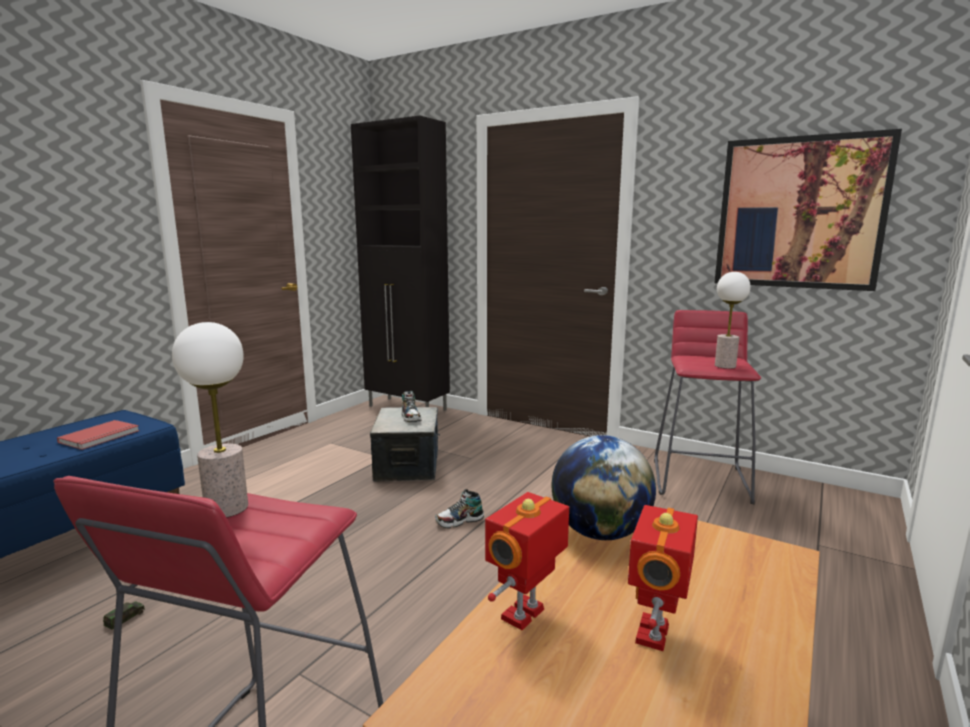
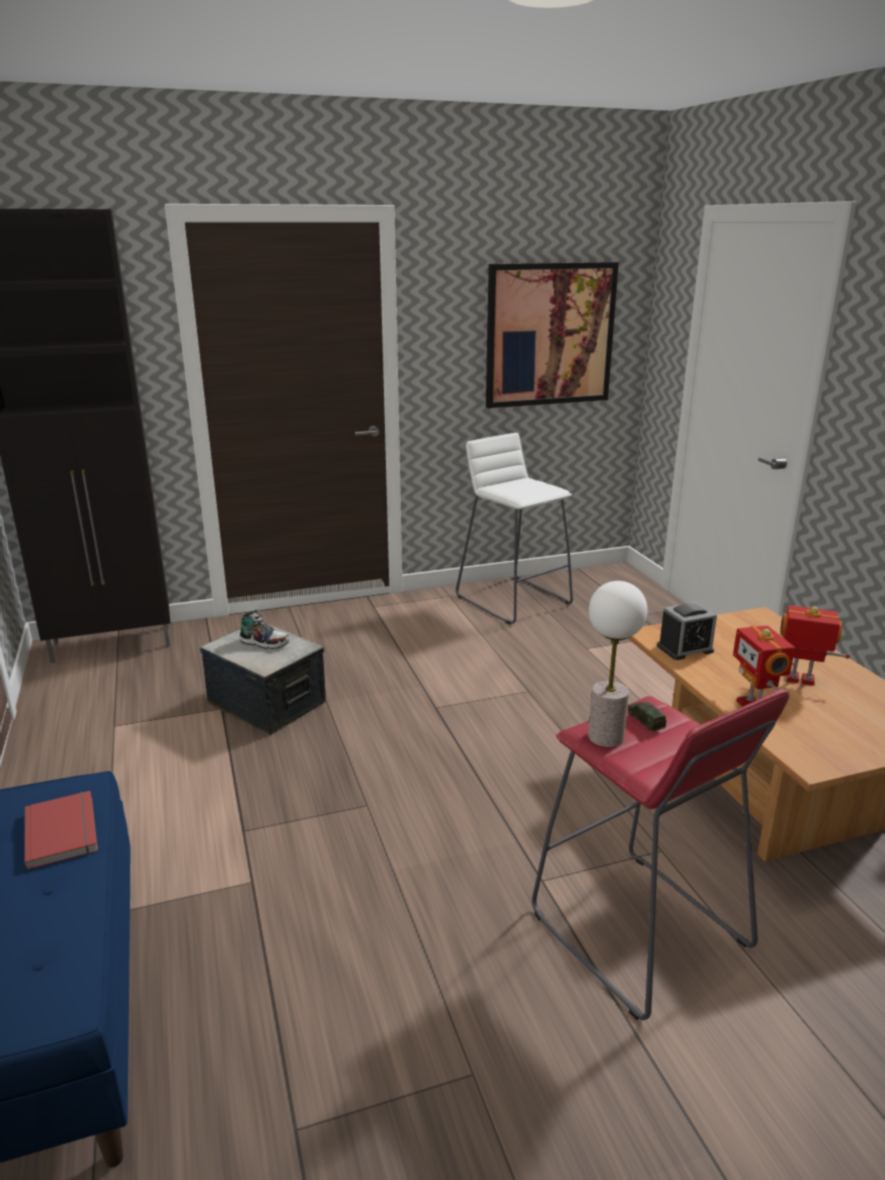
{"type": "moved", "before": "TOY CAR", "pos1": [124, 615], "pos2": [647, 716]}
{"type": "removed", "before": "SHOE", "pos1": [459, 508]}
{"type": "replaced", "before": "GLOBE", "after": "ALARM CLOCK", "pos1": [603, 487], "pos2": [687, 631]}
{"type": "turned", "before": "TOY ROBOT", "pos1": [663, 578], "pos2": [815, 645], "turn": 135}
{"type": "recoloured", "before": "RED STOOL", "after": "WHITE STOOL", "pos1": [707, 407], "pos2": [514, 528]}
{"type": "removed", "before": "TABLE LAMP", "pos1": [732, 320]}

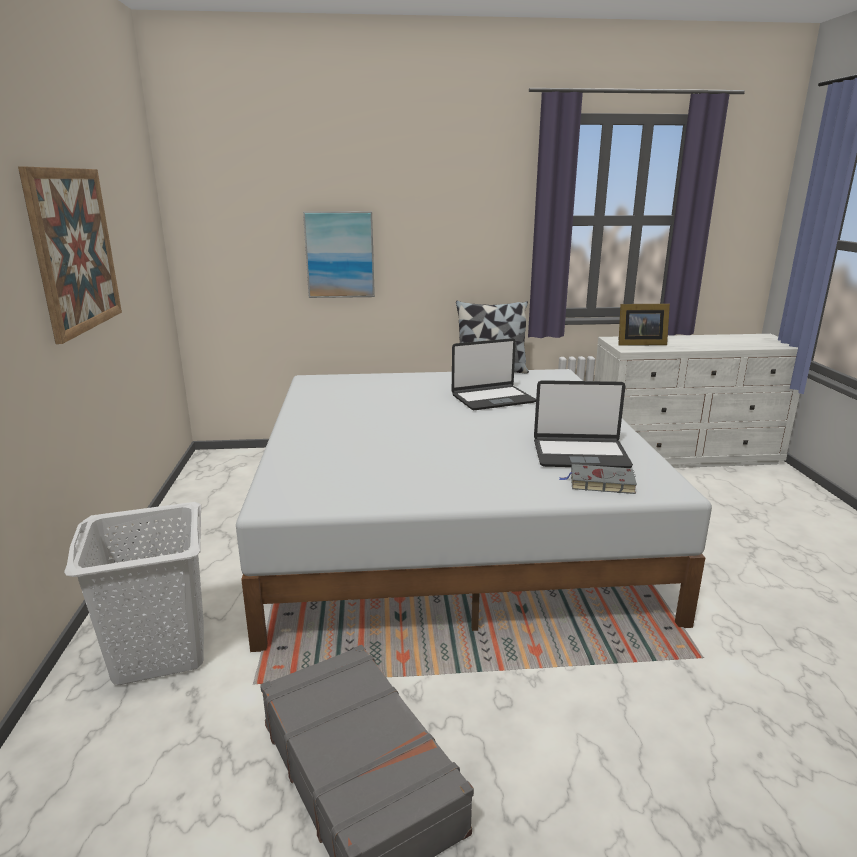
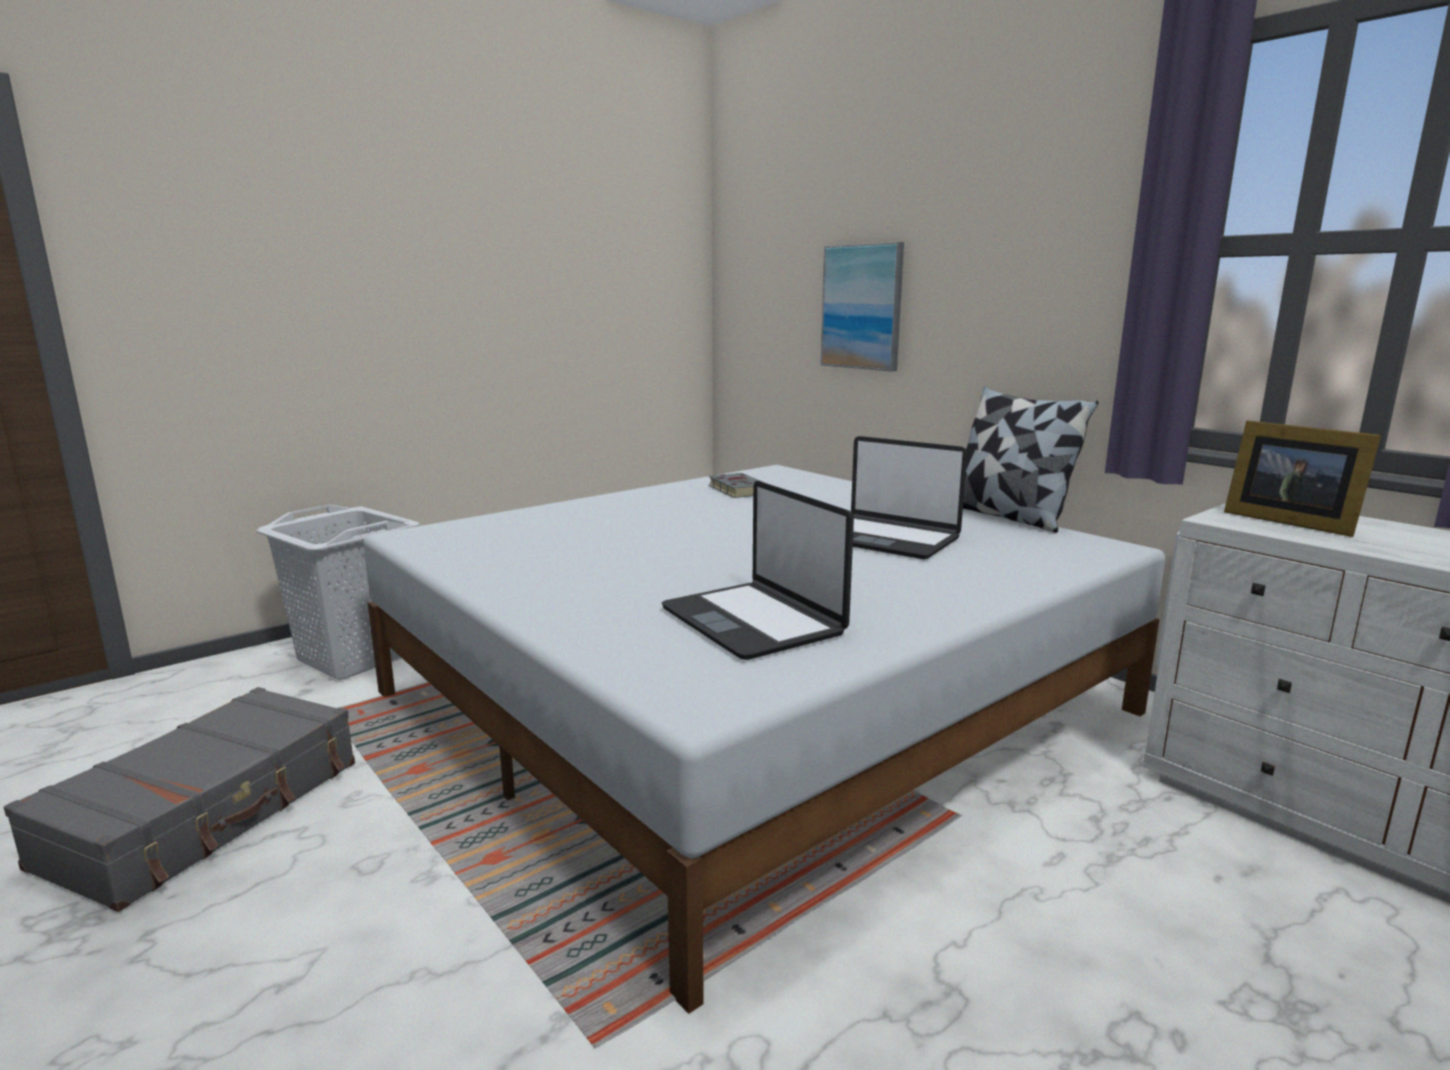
{"type": "removed", "before": "PICTURE", "pos1": [70, 255]}
{"type": "moved", "before": "GREY BOOK", "pos1": [598, 479], "pos2": [735, 485]}

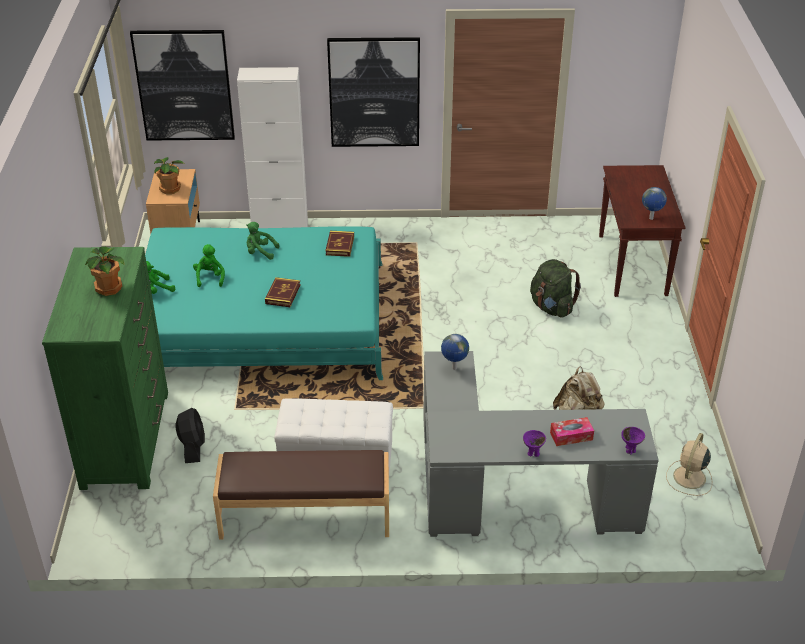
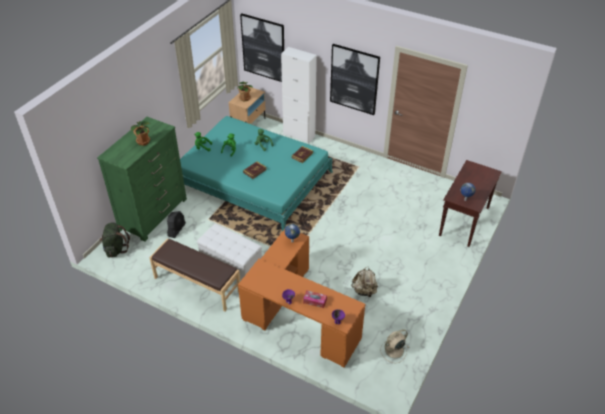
{"type": "recoloured", "before": "GREY DESK", "after": "ORANGE DESK", "pos1": [541, 444], "pos2": [301, 298]}
{"type": "moved", "before": "GREEN BACKPACK", "pos1": [555, 288], "pos2": [114, 240]}

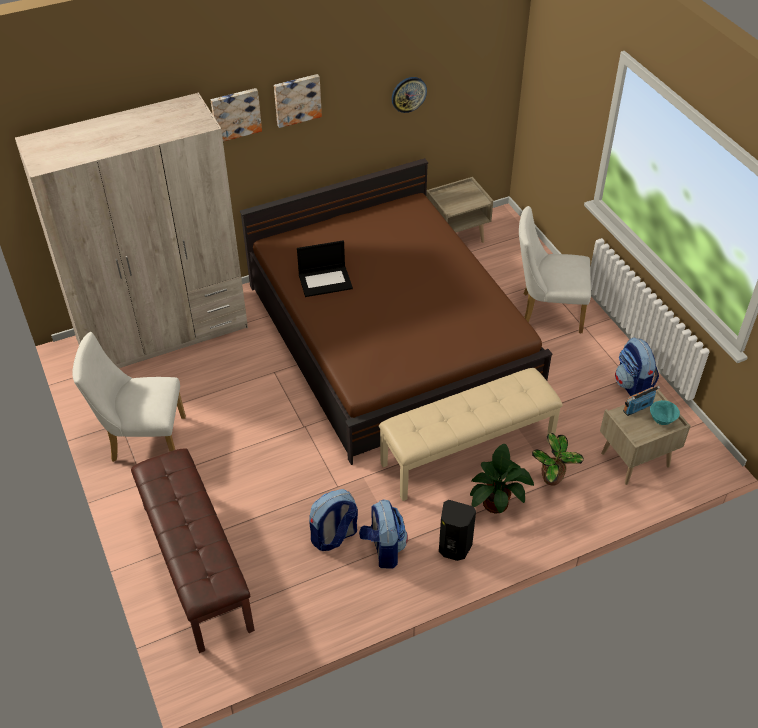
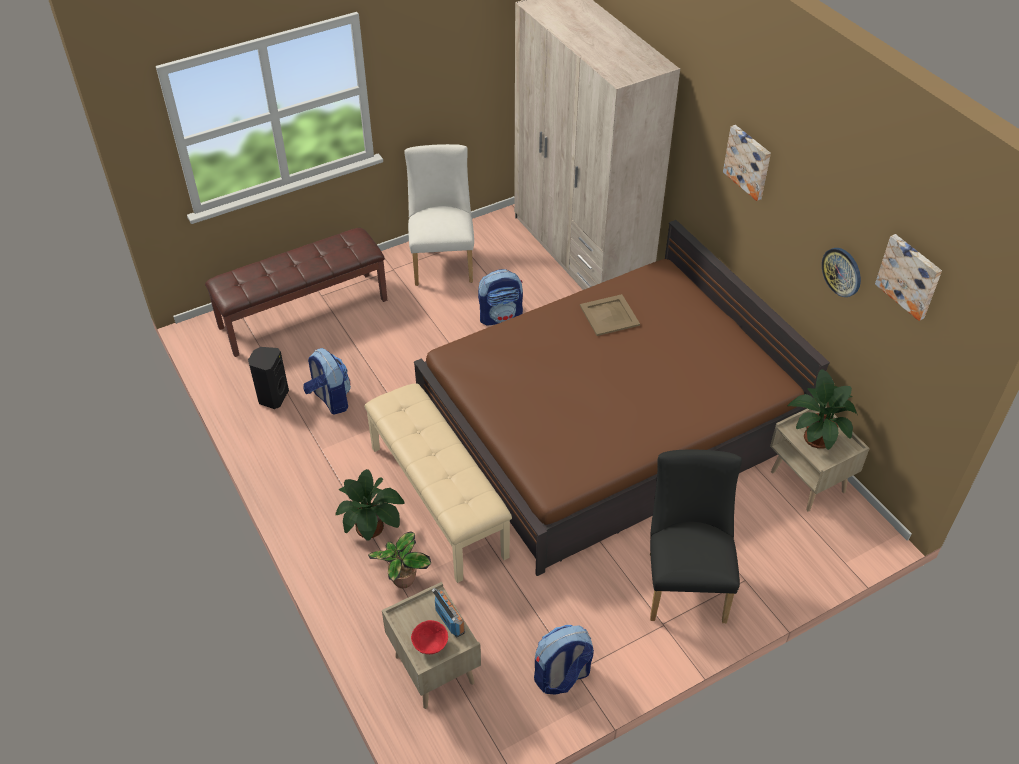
{"type": "moved", "before": "PICTURE", "pos1": [236, 115], "pos2": [908, 277]}
{"type": "replaced", "before": "LAPTOP", "after": "BEIGE TRAY", "pos1": [325, 268], "pos2": [610, 315]}
{"type": "moved", "before": "BACKPACK", "pos1": [383, 534], "pos2": [500, 297]}
{"type": "moved", "before": "BLACK SPEAKER", "pos1": [457, 530], "pos2": [268, 378]}
{"type": "recoloured", "before": "WHITE CHAIR", "after": "BLACK CHAIR", "pos1": [555, 269], "pos2": [696, 536]}
{"type": "recoloured", "before": "TURQUOISE BOWL", "after": "RED BOWL", "pos1": [665, 412], "pos2": [429, 637]}
{"type": "added", "after": "POTTED PLANT", "pos2": [823, 409]}

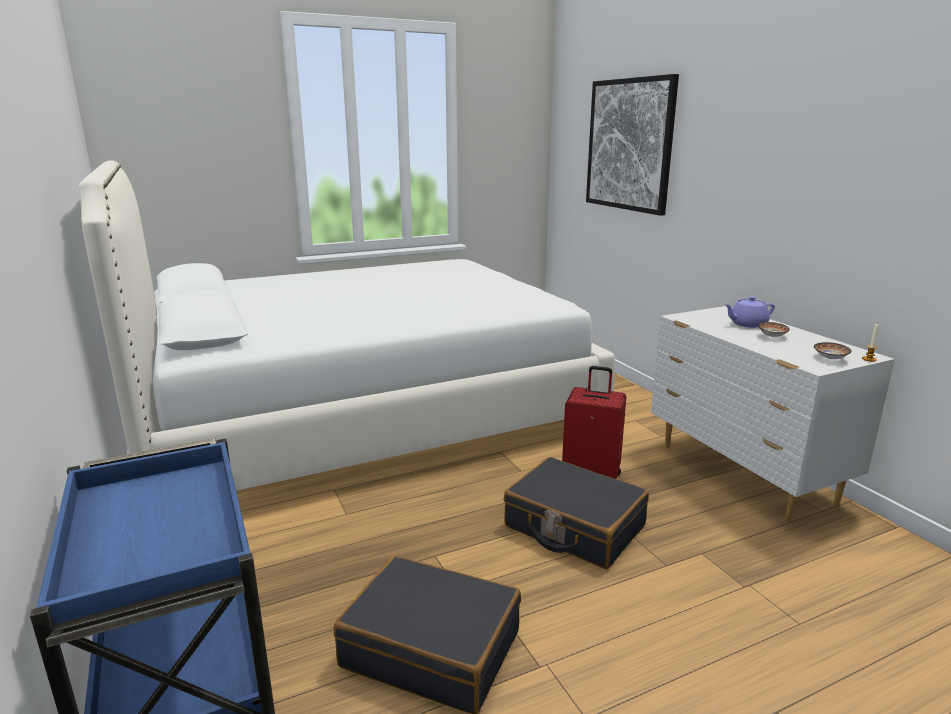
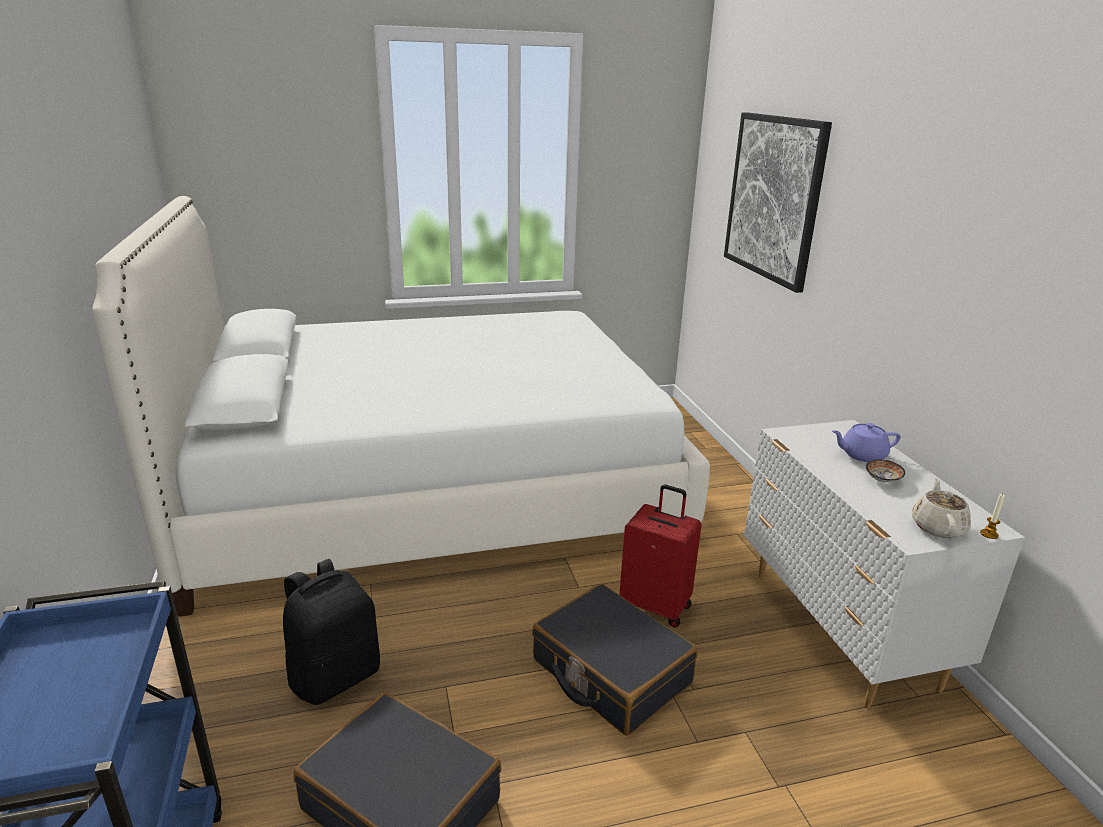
{"type": "replaced", "before": "BOWL", "after": "BEIGE TEAPOT", "pos1": [832, 350], "pos2": [941, 508]}
{"type": "added", "after": "BLACK BACKPACK", "pos2": [331, 632]}

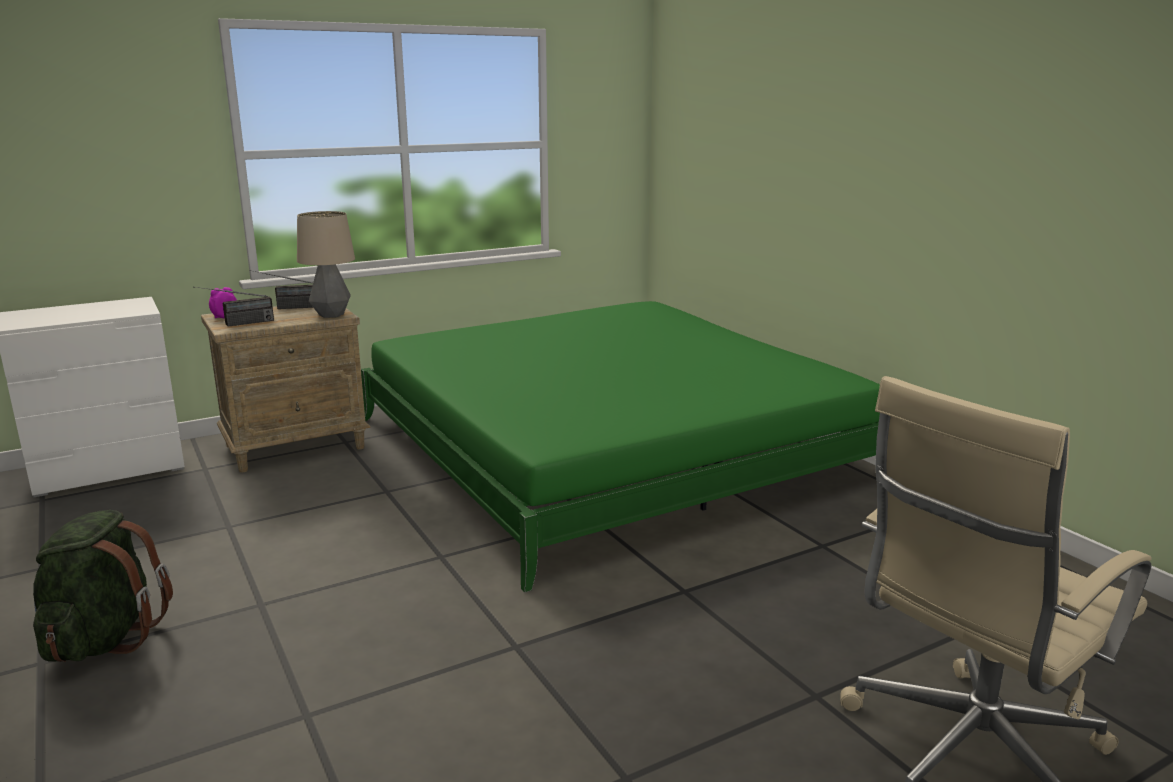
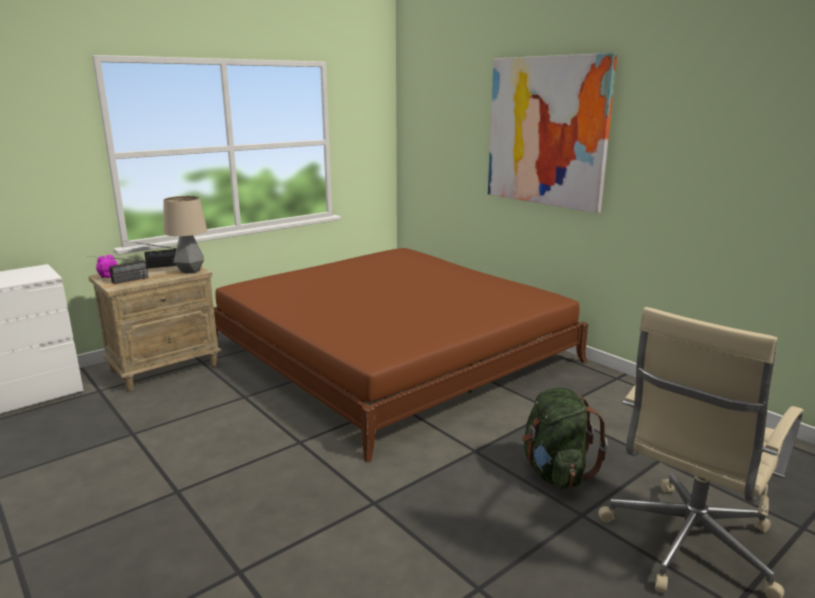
{"type": "moved", "before": "GREEN BACKPACK", "pos1": [103, 586], "pos2": [565, 438]}
{"type": "recoloured", "before": "GREEN BED", "after": "BROWN BED", "pos1": [620, 446], "pos2": [401, 355]}
{"type": "added", "after": "PICTURE", "pos2": [552, 133]}

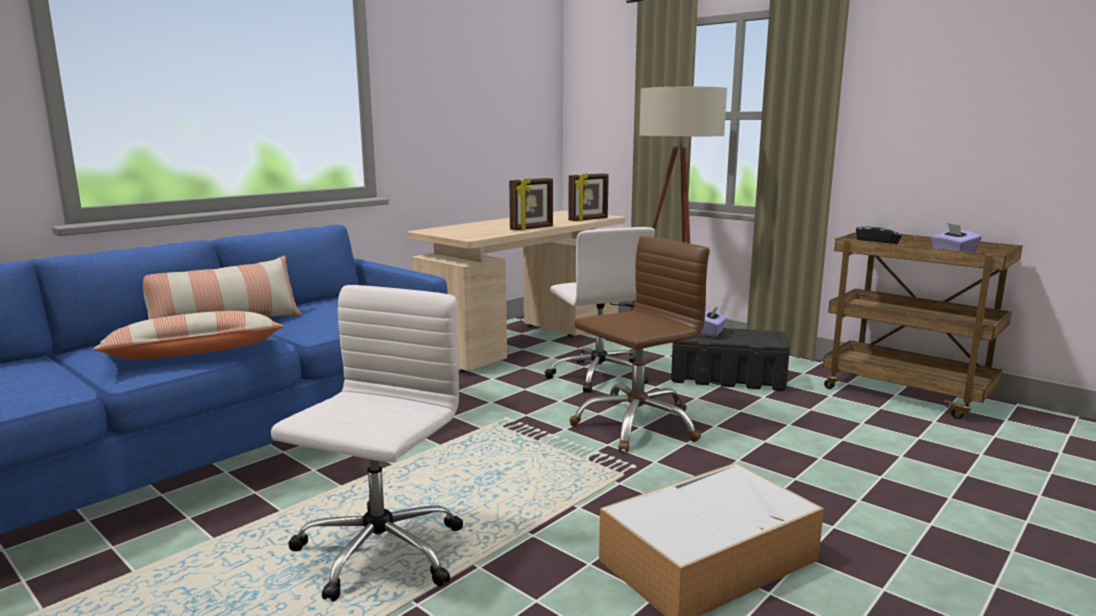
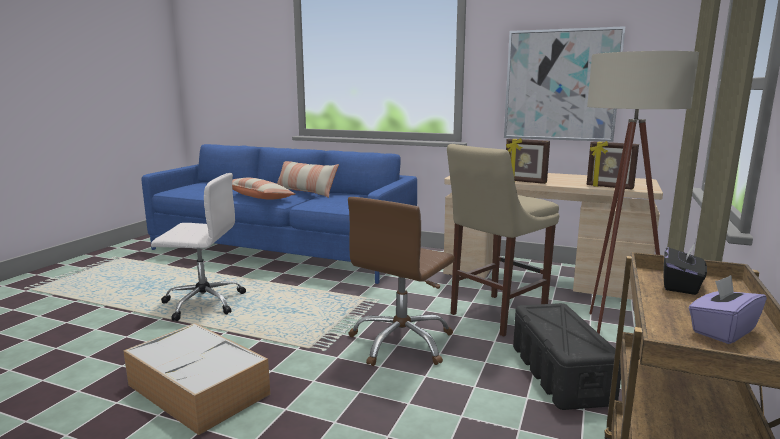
{"type": "replaced", "before": "WHITE OFFICE CHAIR", "after": "BEIGE STOOL", "pos1": [600, 310], "pos2": [503, 240]}
{"type": "turned", "before": "BROWN OFFICE CHAIR", "pos1": [640, 344], "pos2": [401, 281], "turn": 90}
{"type": "removed", "before": "PURPLE TISSUE BOX", "pos1": [713, 321]}
{"type": "added", "after": "PICTURE", "pos2": [565, 84]}

